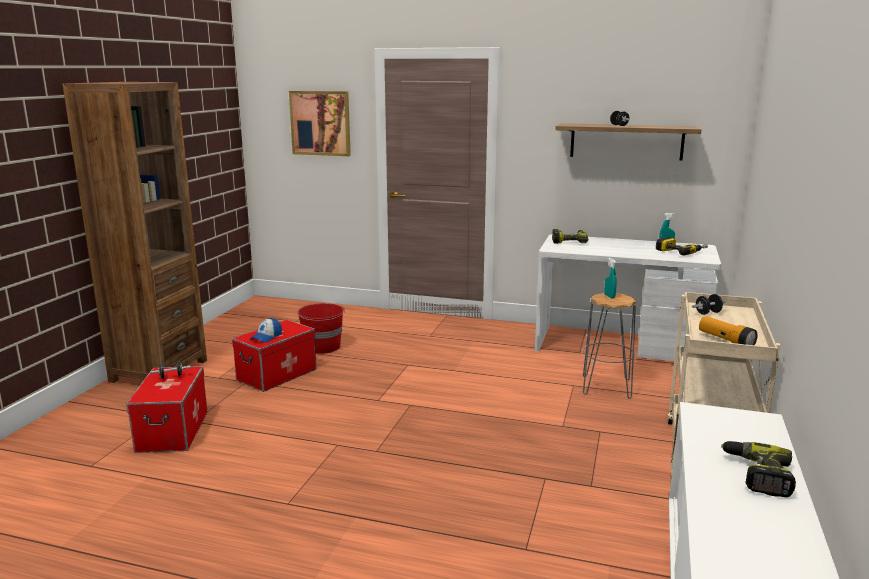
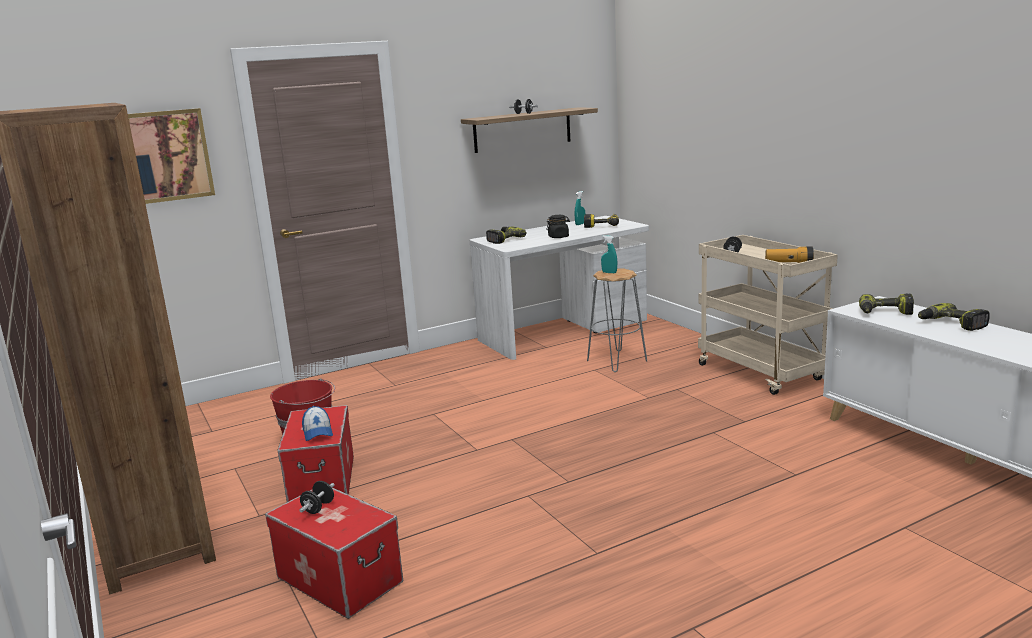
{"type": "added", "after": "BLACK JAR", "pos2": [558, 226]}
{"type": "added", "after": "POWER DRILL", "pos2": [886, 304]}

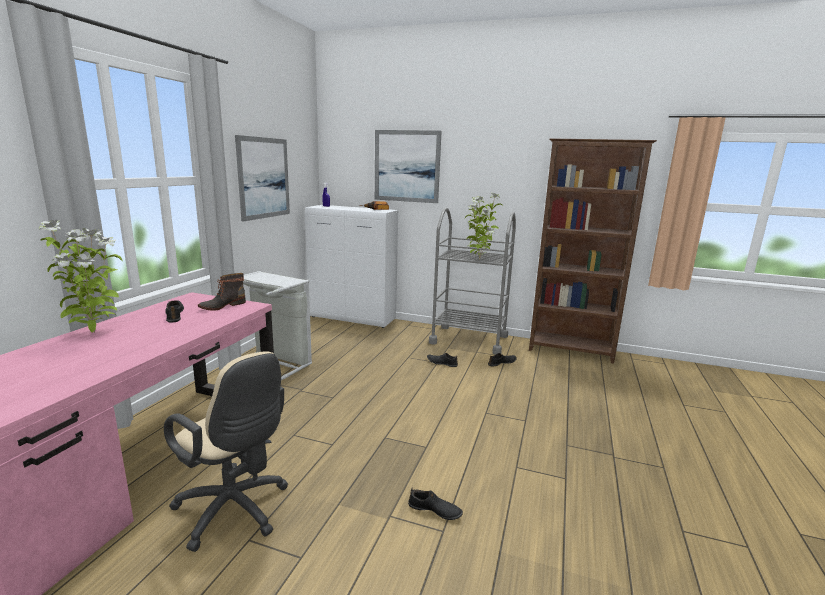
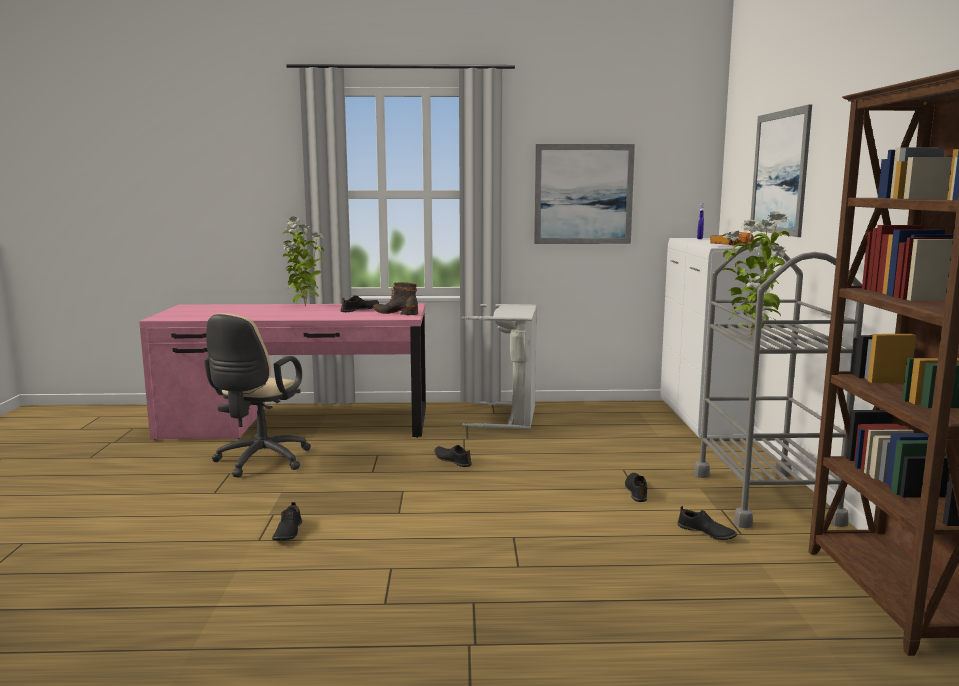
{"type": "added", "after": "BLACK SHOE", "pos2": [453, 456]}

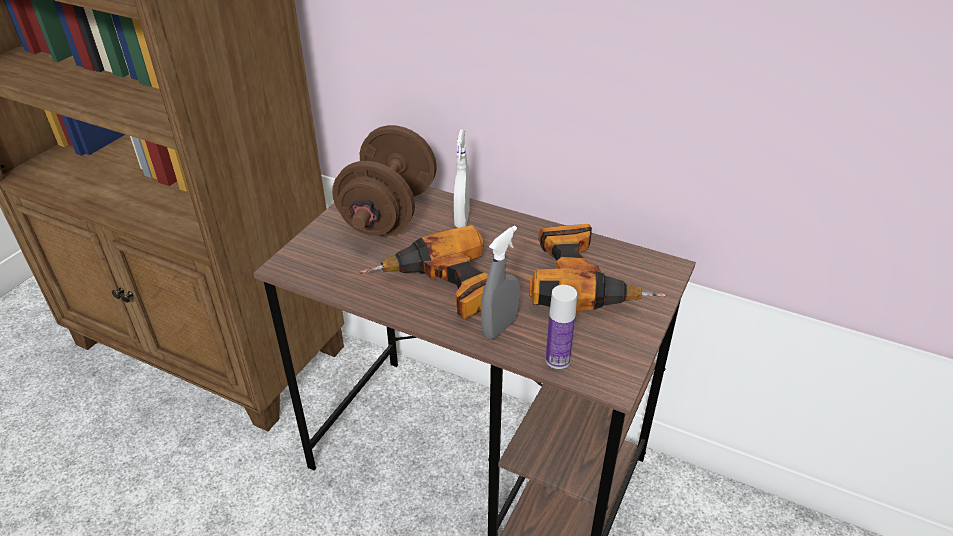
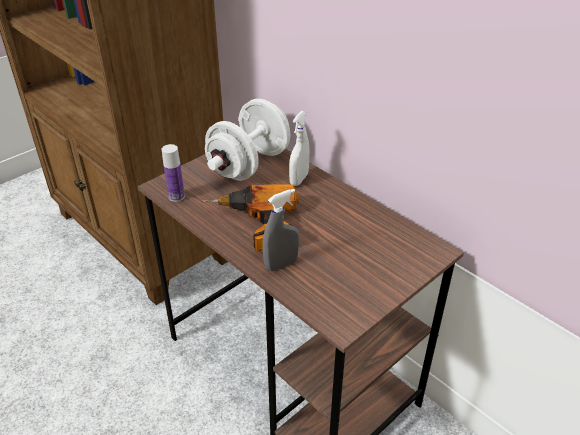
{"type": "recoloured", "before": "BROWN DUMBBELL", "after": "WHITE DUMBBELL", "pos1": [384, 181], "pos2": [247, 139]}
{"type": "removed", "before": "POWER DRILL", "pos1": [598, 267]}
{"type": "moved", "before": "BOTTLE", "pos1": [561, 327], "pos2": [173, 173]}

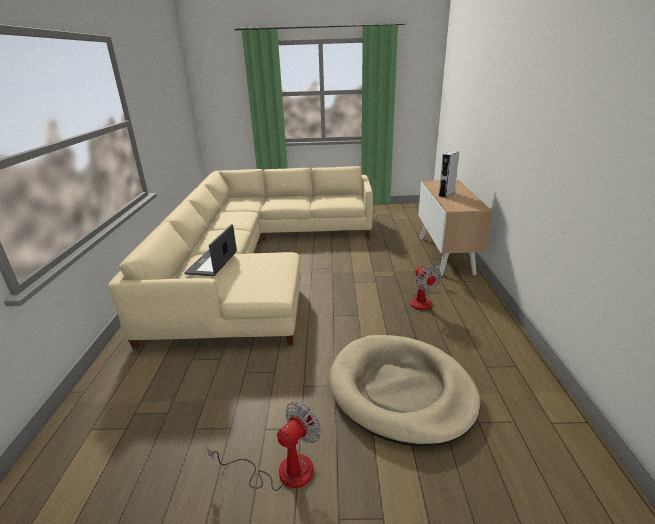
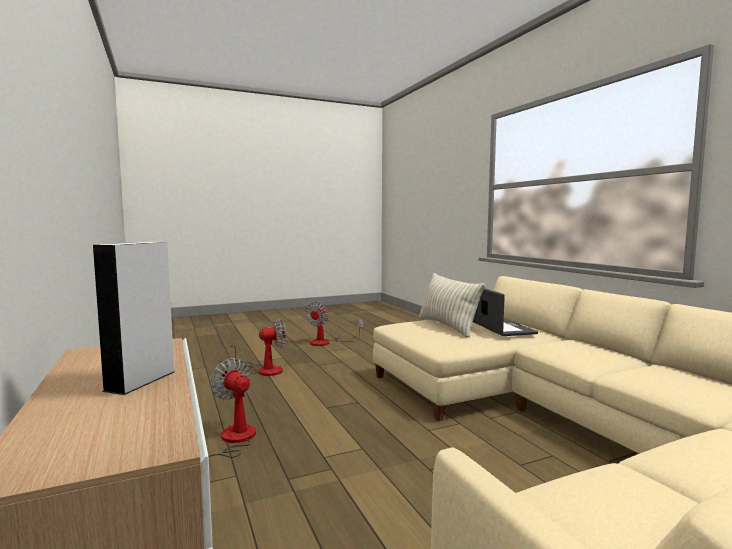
{"type": "replaced", "before": "BEIGE DOG BED", "after": "FAN", "pos1": [405, 391], "pos2": [258, 347]}
{"type": "added", "after": "PILLOW", "pos2": [452, 305]}

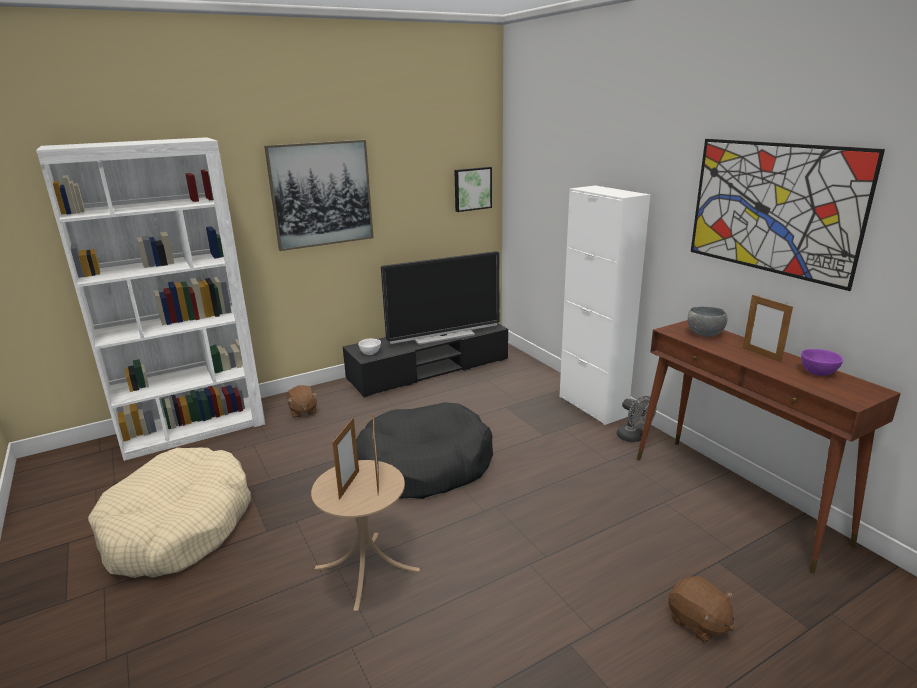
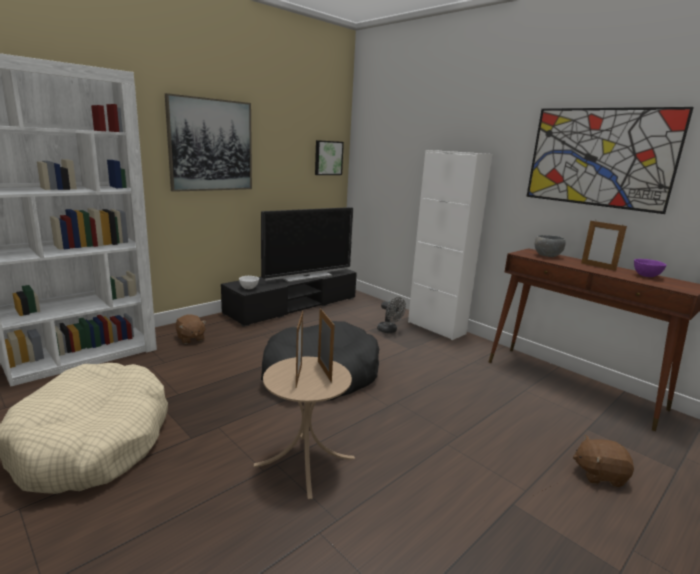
{"type": "moved", "before": "GREY FAN", "pos1": [637, 419], "pos2": [391, 315]}
{"type": "turned", "before": "BROWN PLUSH TOY", "pos1": [701, 609], "pos2": [603, 461], "turn": 150}

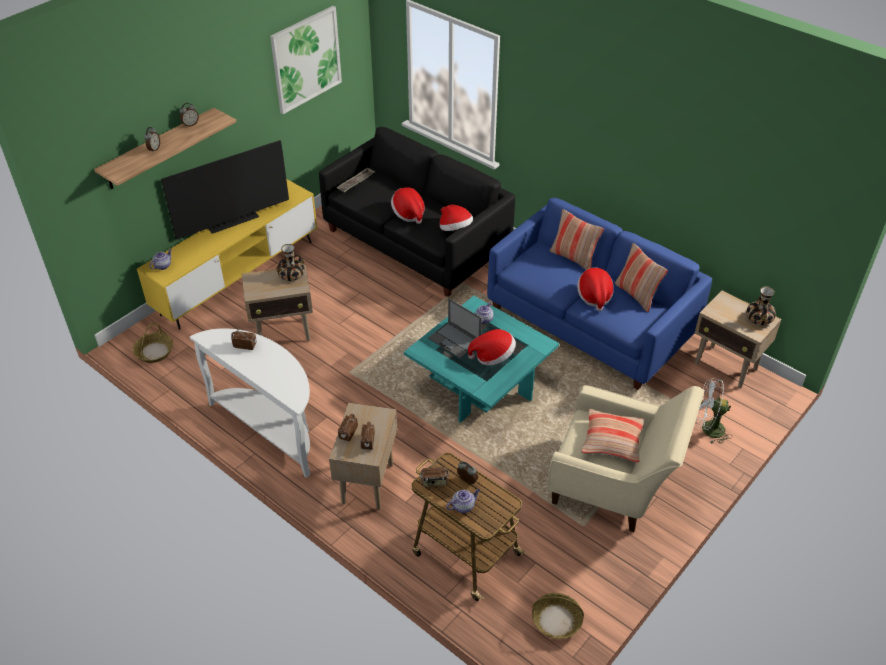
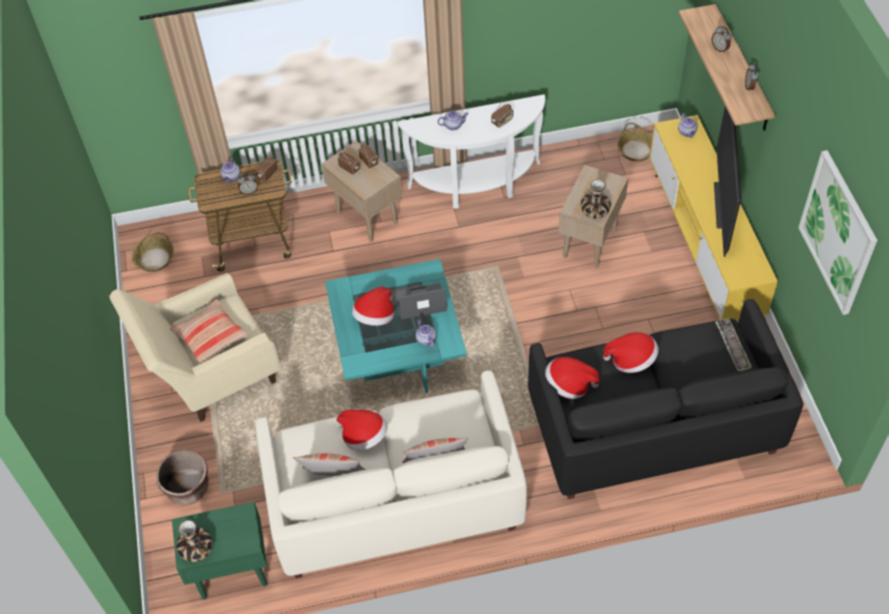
{"type": "recoloured", "before": "BLUE SOFA", "after": "WHITE SOFA", "pos1": [599, 294], "pos2": [391, 475]}
{"type": "recoloured", "before": "BEIGE SIDE TABLE", "after": "GREEN SIDE TABLE", "pos1": [738, 339], "pos2": [219, 551]}
{"type": "replaced", "before": "WHITE FAN", "after": "BROWN PLANTER", "pos1": [714, 411], "pos2": [182, 477]}
{"type": "added", "after": "TEAPOT", "pos2": [453, 120]}

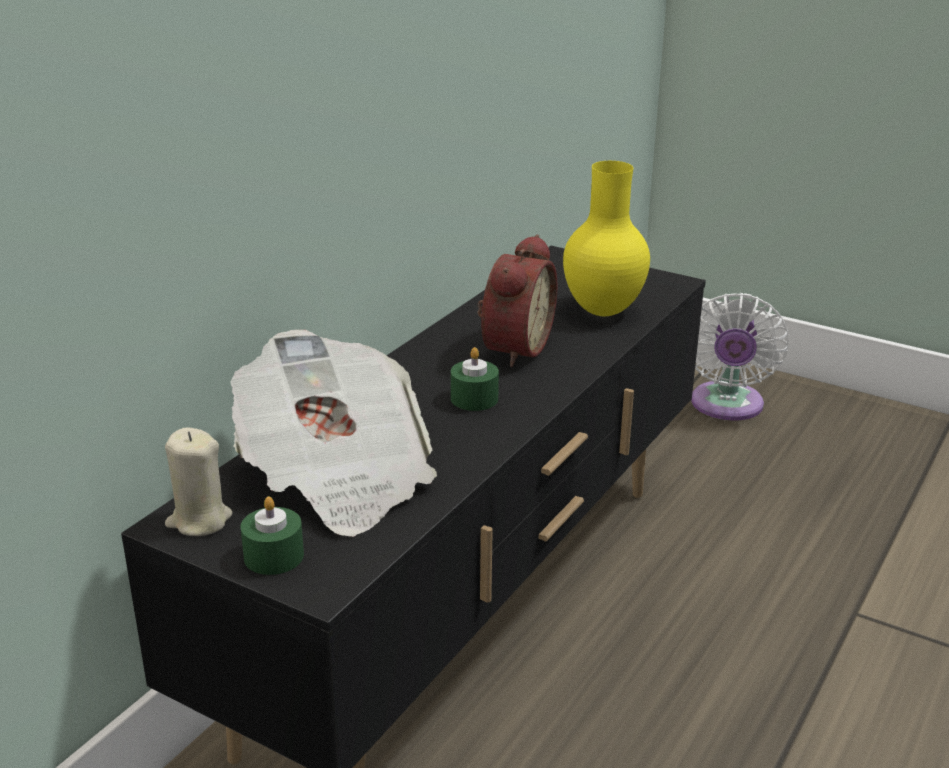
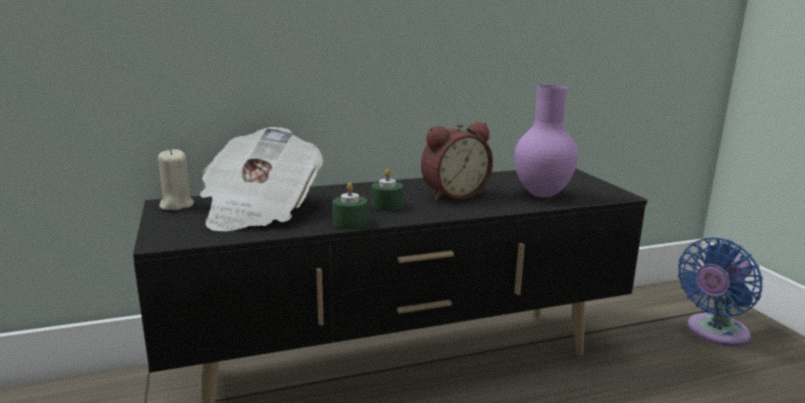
{"type": "moved", "before": "GREEN CANDLE", "pos1": [272, 535], "pos2": [350, 205]}
{"type": "recoloured", "before": "YELLOW VASE", "after": "PURPLE VASE", "pos1": [606, 238], "pos2": [546, 141]}
{"type": "recoloured", "before": "WHITE FAN", "after": "BLUE FAN", "pos1": [740, 356], "pos2": [720, 292]}

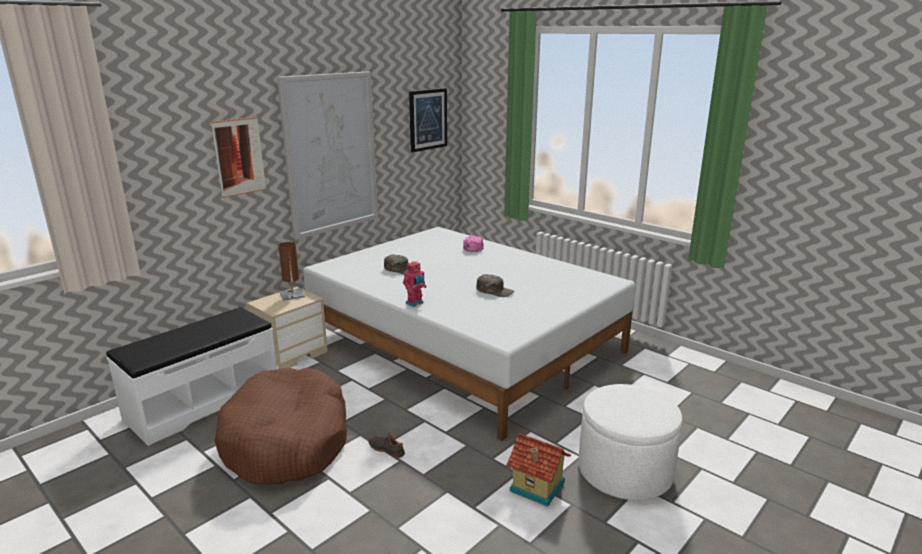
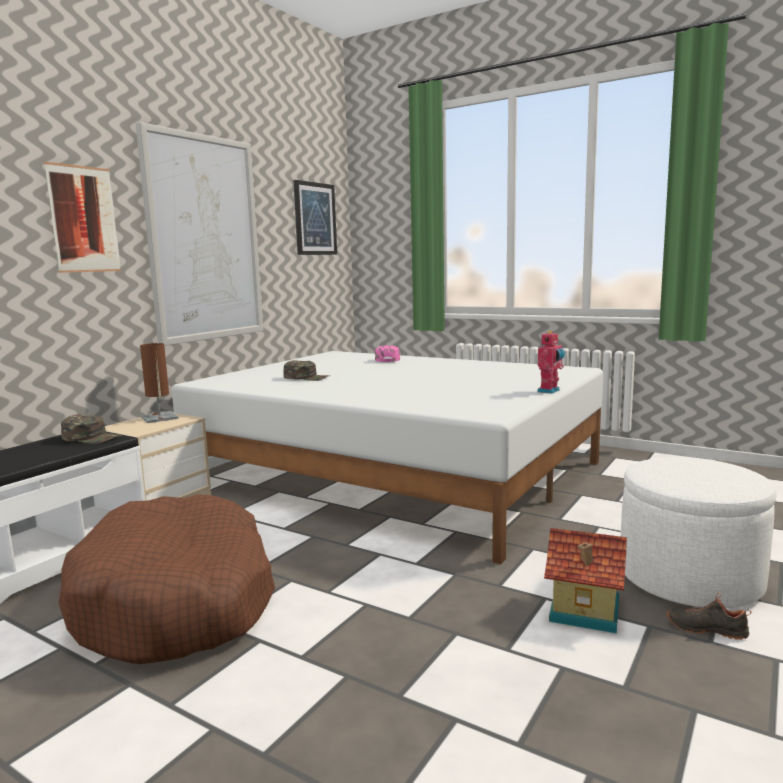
{"type": "moved", "before": "BLACK SHOE", "pos1": [386, 444], "pos2": [709, 616]}
{"type": "moved", "before": "TOY ROBOT", "pos1": [415, 284], "pos2": [551, 362]}
{"type": "moved", "before": "GREEN CAP", "pos1": [495, 285], "pos2": [91, 429]}

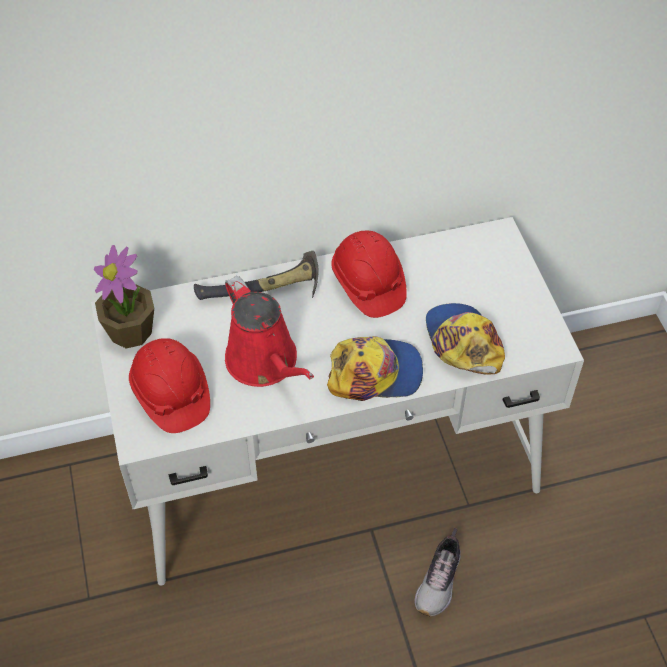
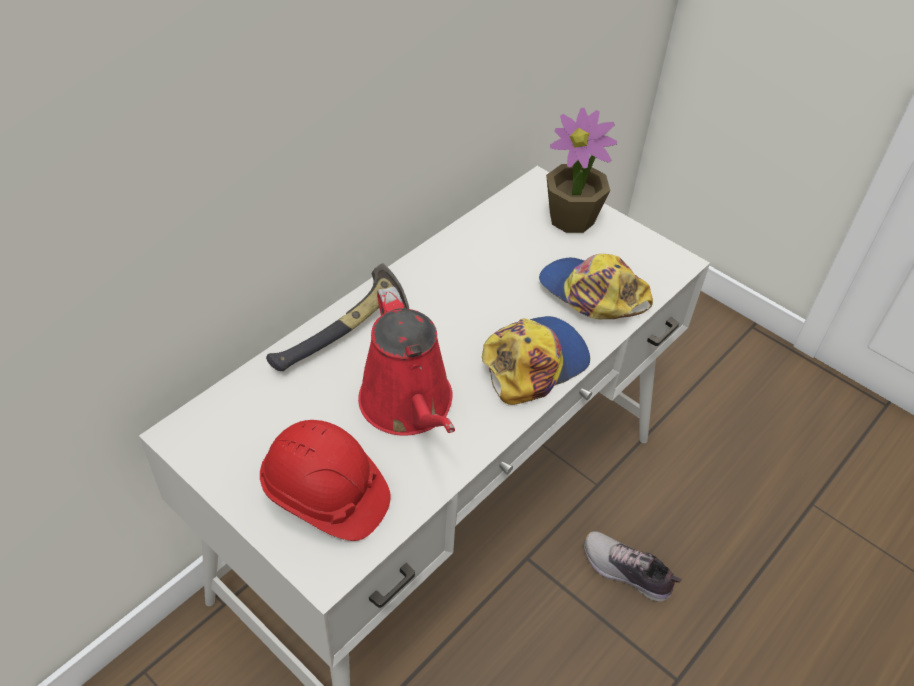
{"type": "moved", "before": "POTTED PLANT", "pos1": [124, 297], "pos2": [581, 170]}
{"type": "turned", "before": "RED WATERING CAN", "pos1": [269, 331], "pos2": [406, 361], "turn": 45}
{"type": "removed", "before": "RED HARD HAT", "pos1": [369, 274]}
{"type": "turned", "before": "SHOE", "pos1": [437, 572], "pos2": [632, 566], "turn": 135}

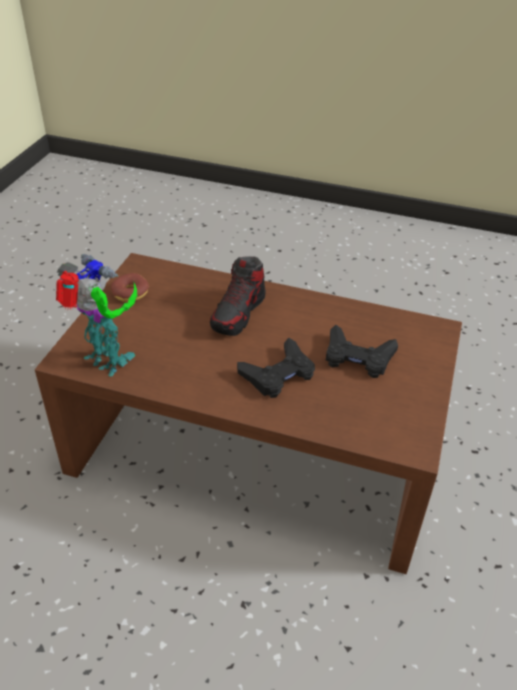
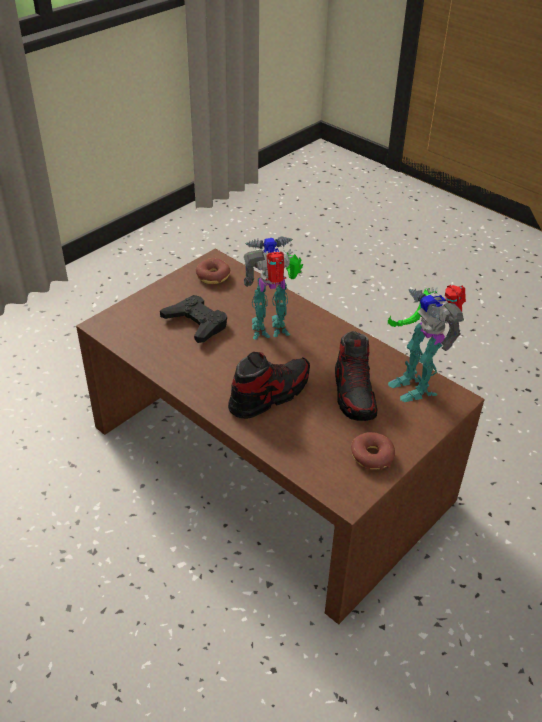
{"type": "replaced", "before": "BLACK GAME CONTROLLER", "after": "TOY ROBOT", "pos1": [276, 368], "pos2": [273, 288]}
{"type": "added", "after": "DONUT", "pos2": [213, 271]}
{"type": "added", "after": "SHOE", "pos2": [356, 376]}

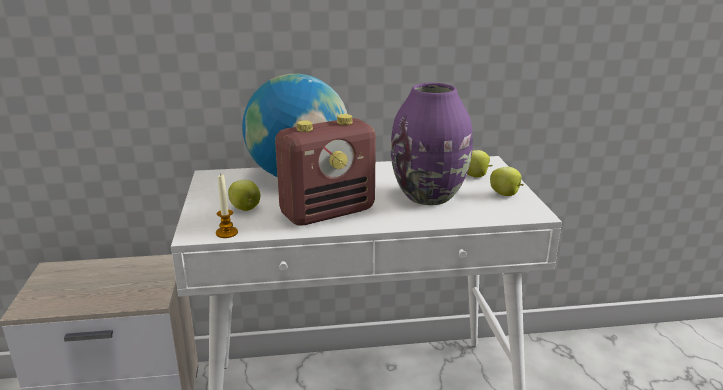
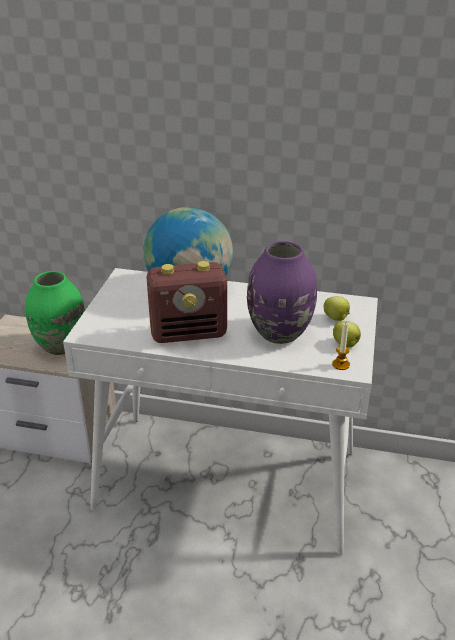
{"type": "moved", "before": "CANDLE", "pos1": [227, 205], "pos2": [341, 346]}
{"type": "removed", "before": "APPLE", "pos1": [244, 195]}
{"type": "added", "after": "GREEN VASE", "pos2": [55, 313]}

